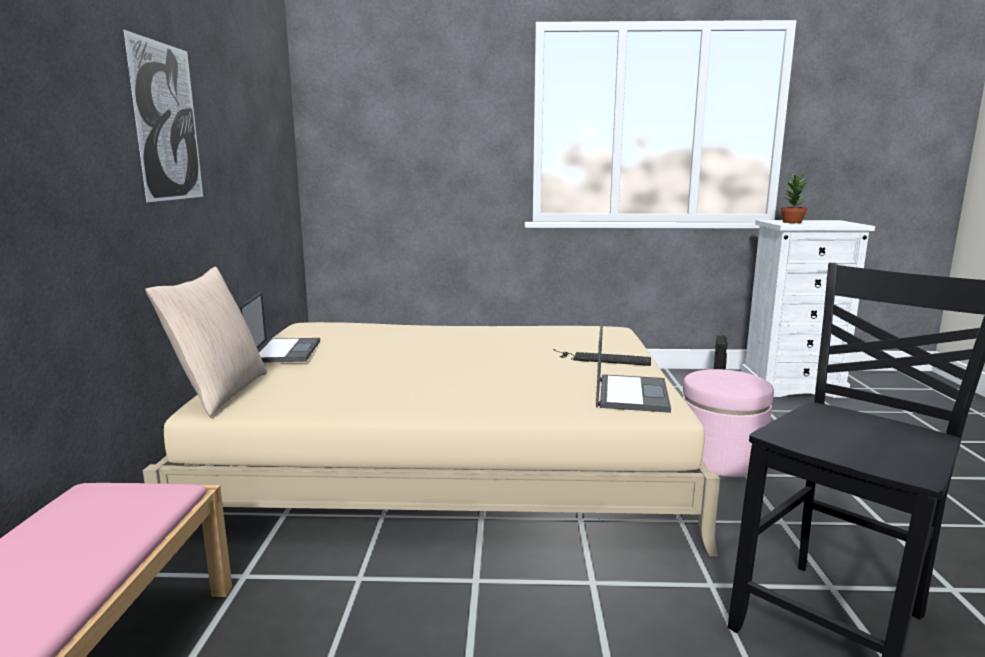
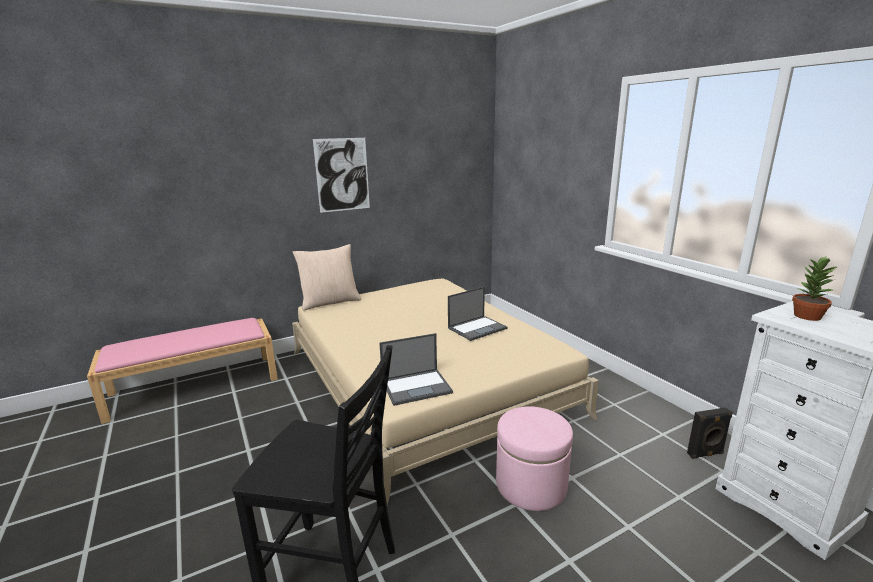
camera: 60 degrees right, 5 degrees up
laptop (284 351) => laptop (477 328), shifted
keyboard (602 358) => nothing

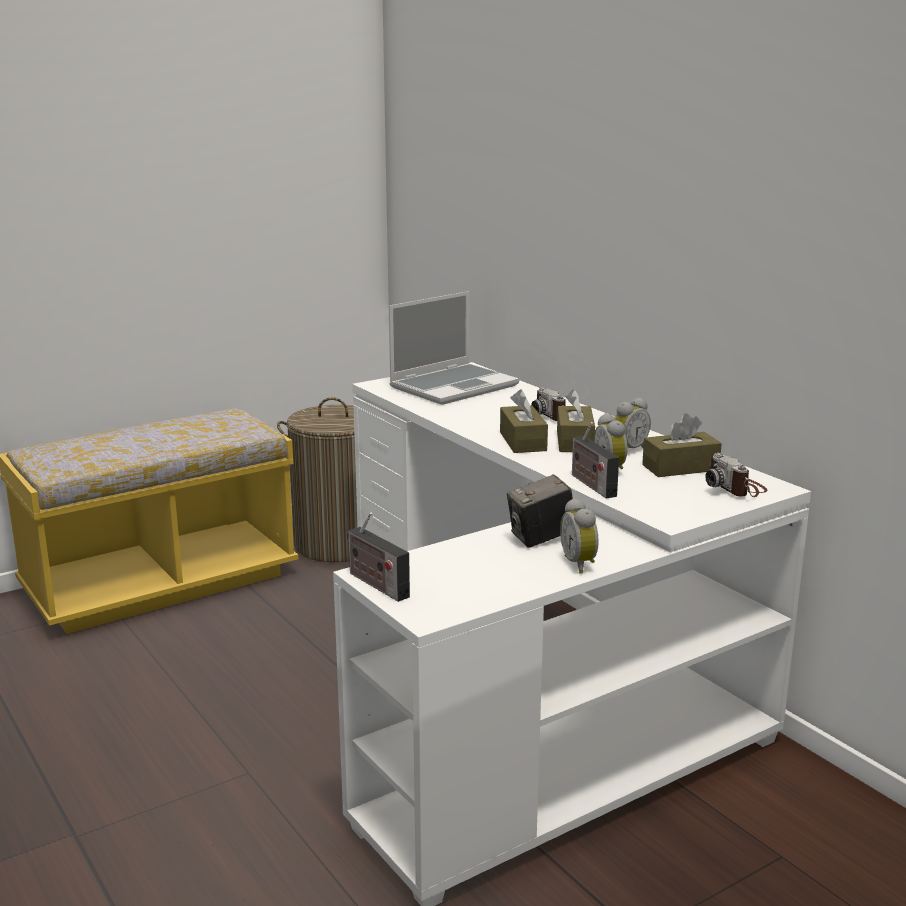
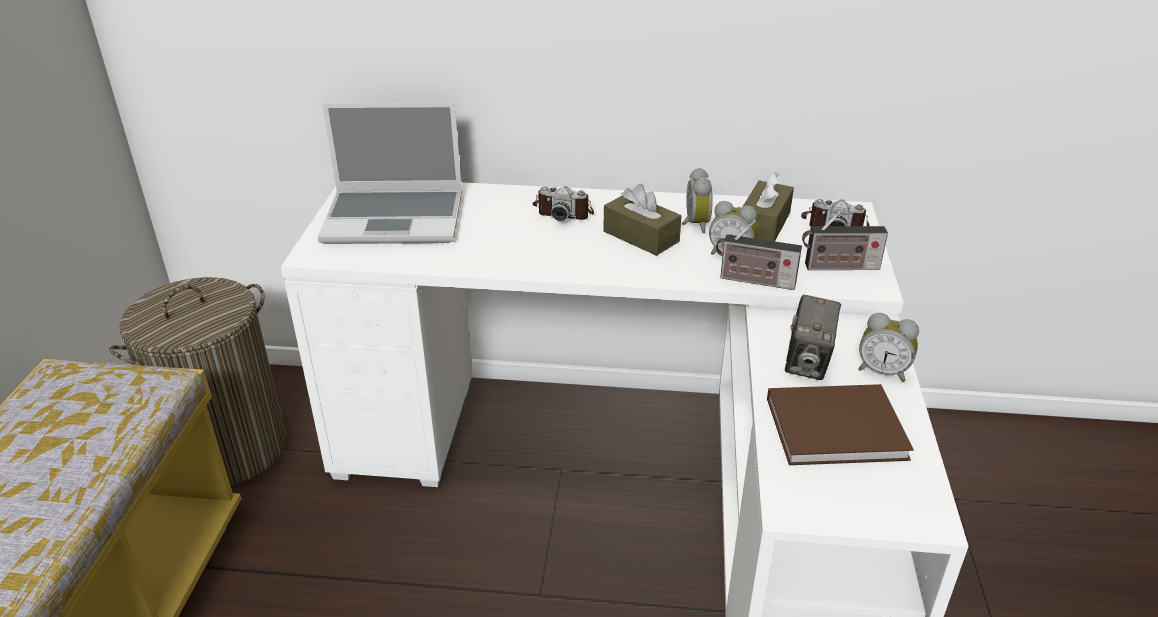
camera: 50 degrees left, 15 degrees up
laptop (454 386) => laptop (396 218), 90 degrees clockwise
nothing => book in brown (840 428)
radio (375 584) => radio (838 267), shifted
tissue box in brown (523 441) => nothing

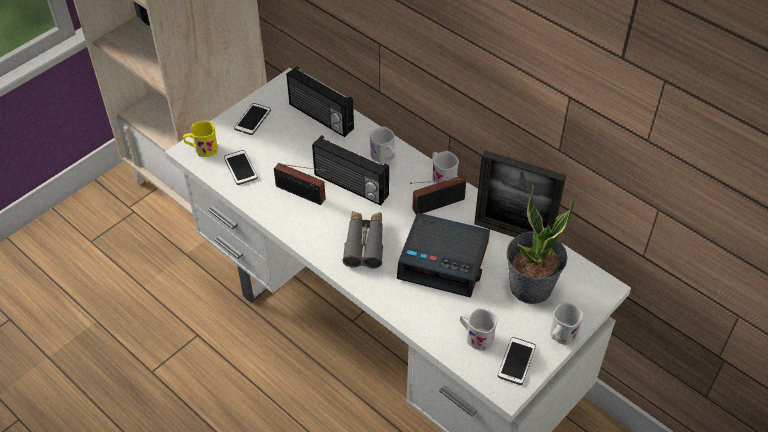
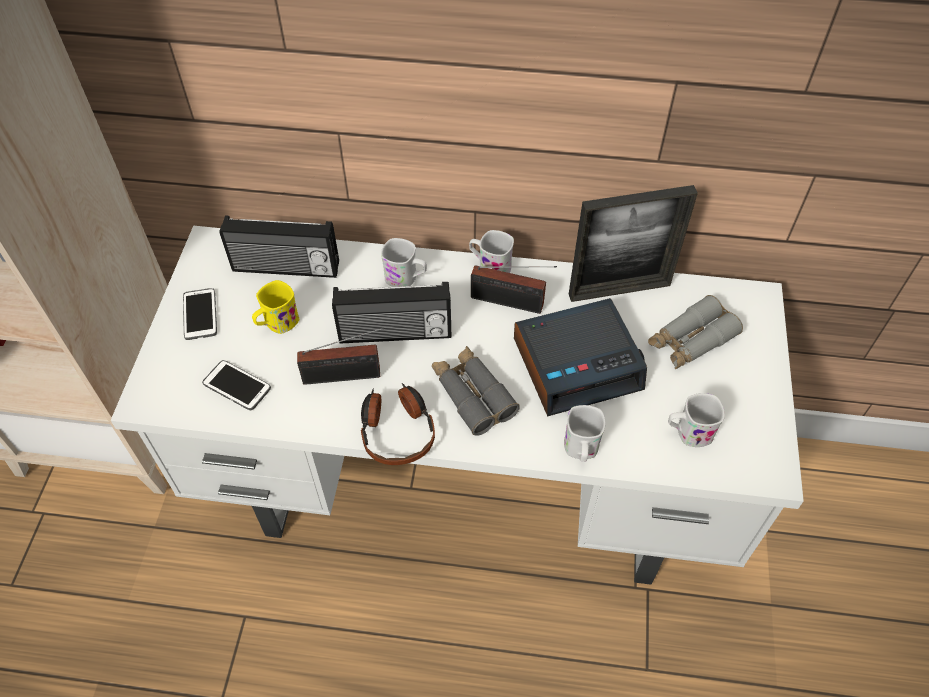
camera: 35 degrees left, 5 degrees up
mug in yellow (202 150) => mug in yellow (277 324), shifted
nothing => headphones (397 430)
radio (435 205) => radio (511 303), 105 degrees counterclockwise
mug in white (560 336) => mug in white (581 450), shifted
potted plant (530 287) => binoculars in grey (691 340)
phone (516 361) => nothing

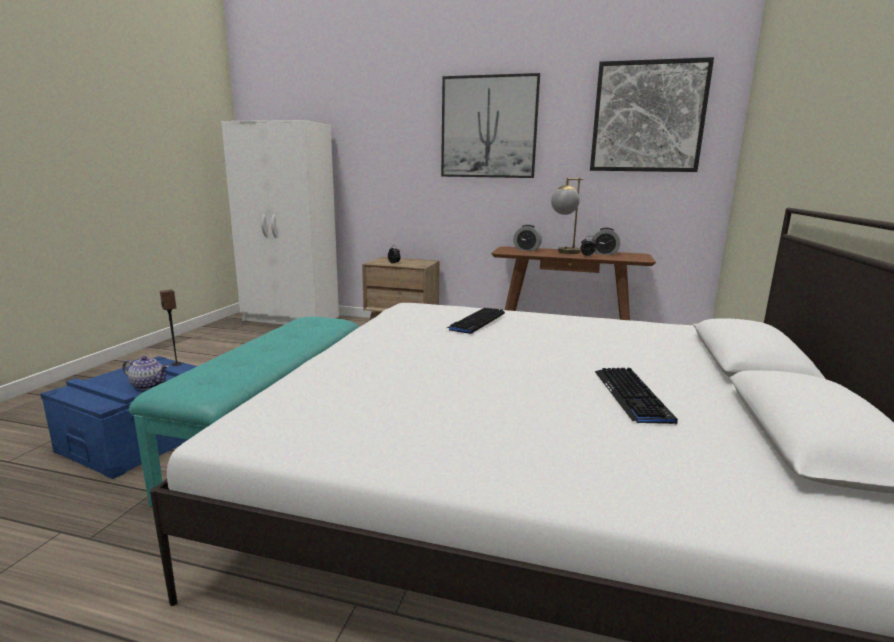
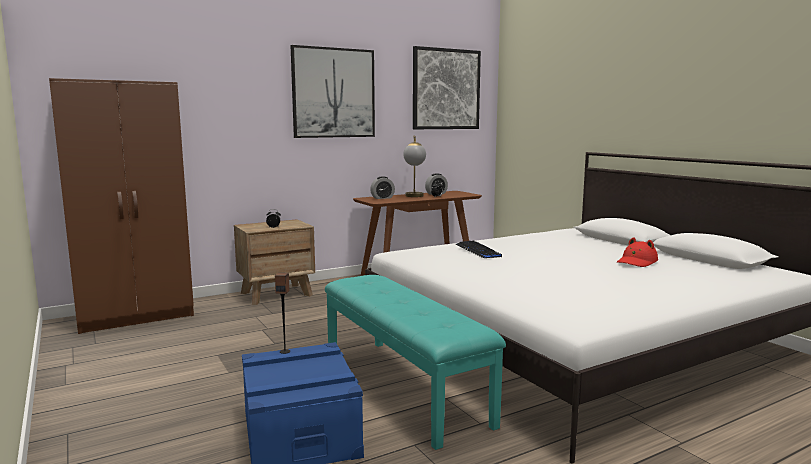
camera: 45 degrees left, 5 degrees down
wardrobe in white (291 319) => wardrobe in brown (137 316)
keyboard (632 396) => hat in red (637 262)
teapot (149 385) => nothing

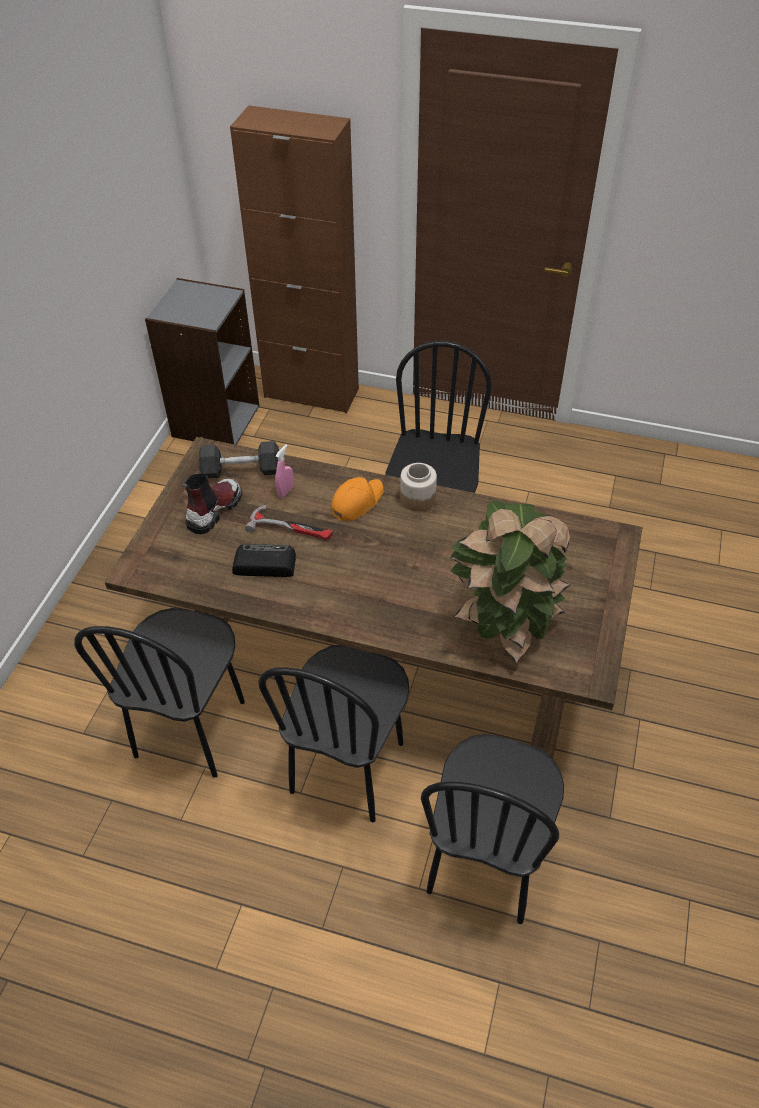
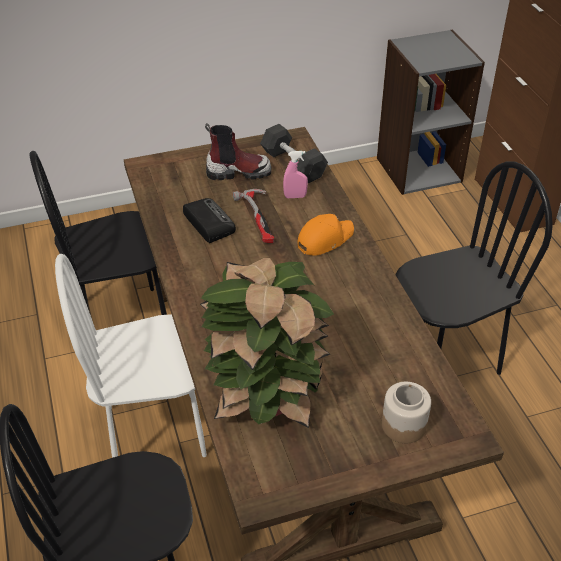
camera: 55 degrees right, 5 degrees down
chair in black (348 768) => chair in white (155 432)
cap in orange (356 502) => cap in orange (324 239), 45 degrees counterclockwise
jar (417 498) => jar (403 424), shifted

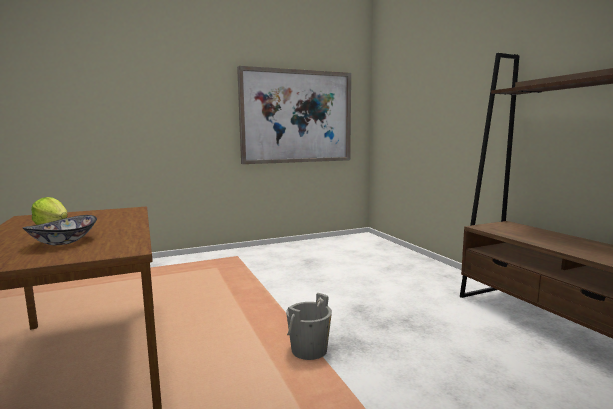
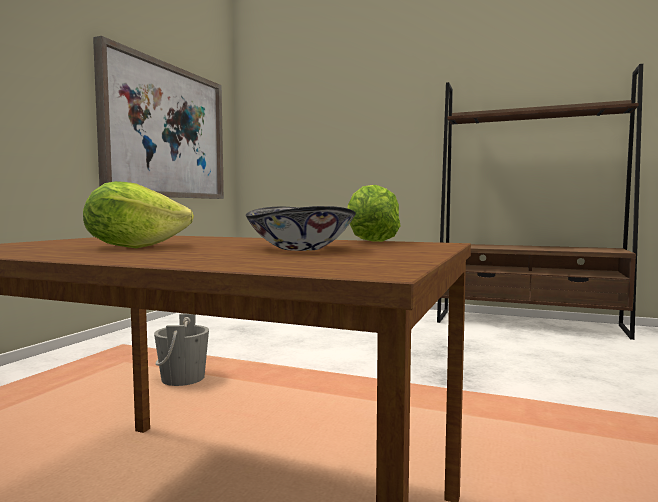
camera: 45 degrees left, 5 degrees down
bucket in grey (309 350) => bucket in grey (183 379), shifted
nothing => lettuce (370 242)

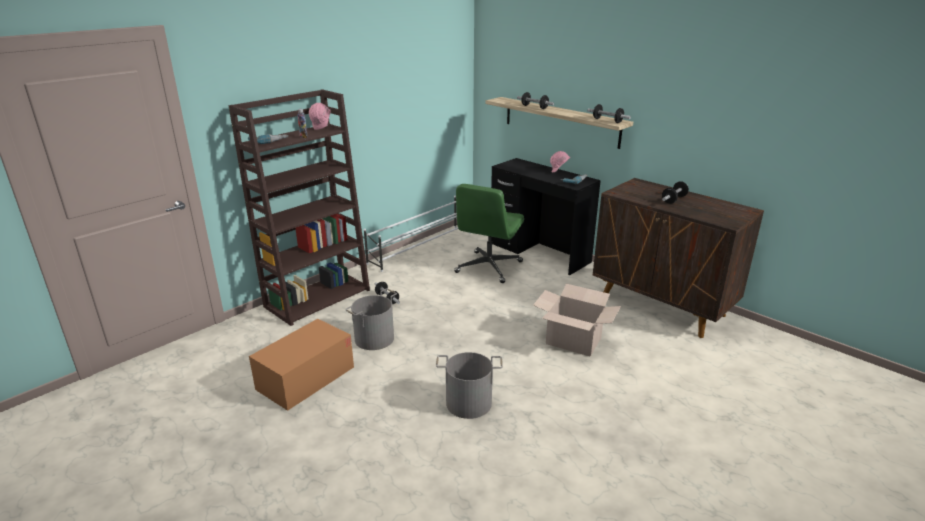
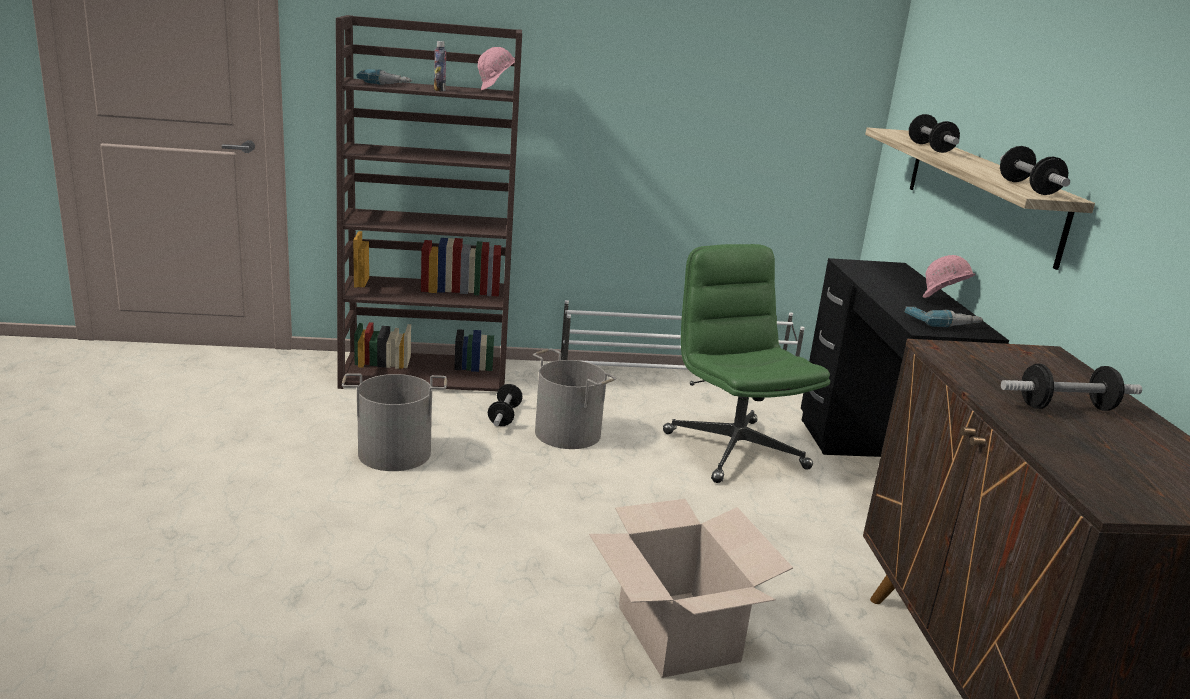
camera: 40 degrees right, 5 degrees down
bucket in grey (468 403) => bucket in grey (567 433), shifted
office chair in green (488 267) => office chair in green (733 449), 90 degrees clockwise
cardboard box (306 378) => nothing

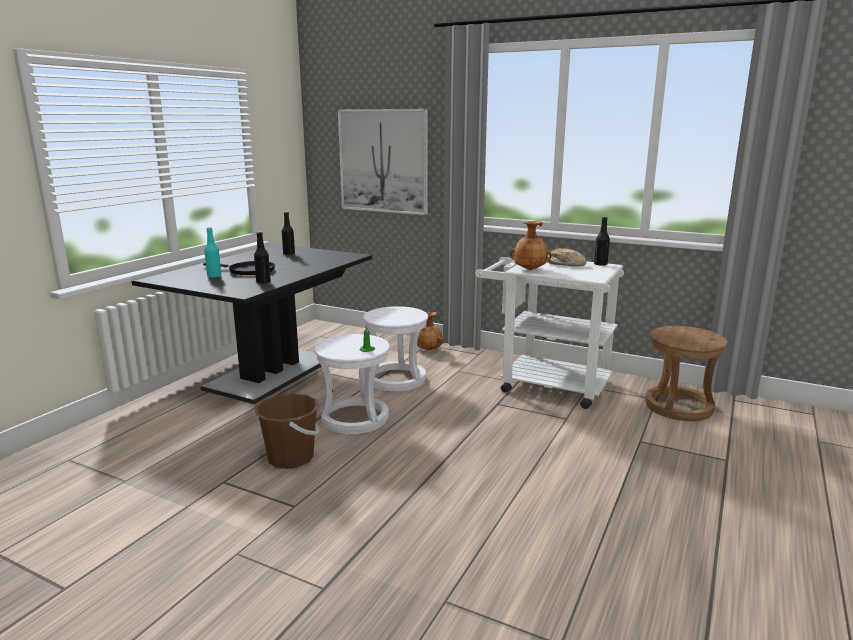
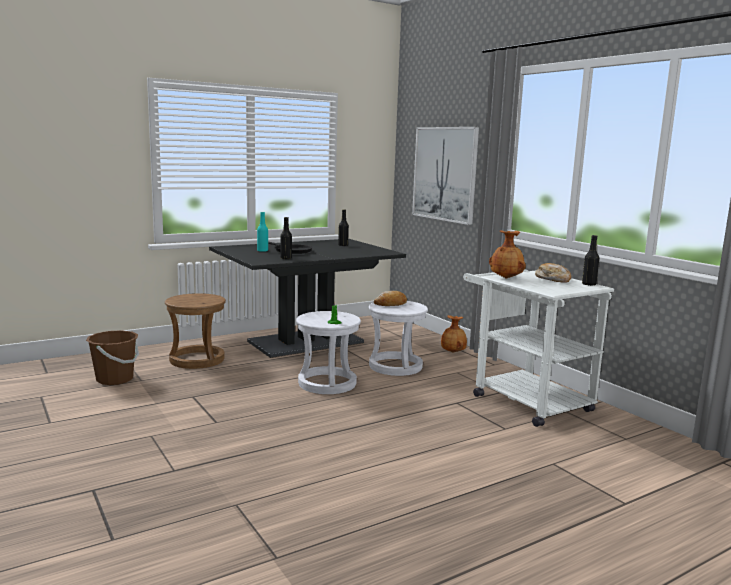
camera: 30 degrees right, 5 degrees down
bucket in brown (291 458) => bucket in brown (115 379), shifted
stool in brown (678 406) => stool in brown (196 359), shifted
nothing => bread (391 304)

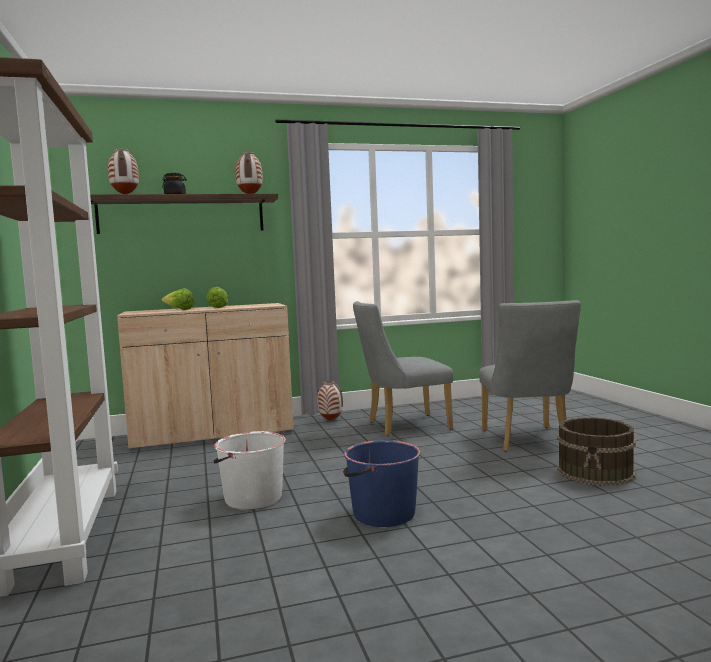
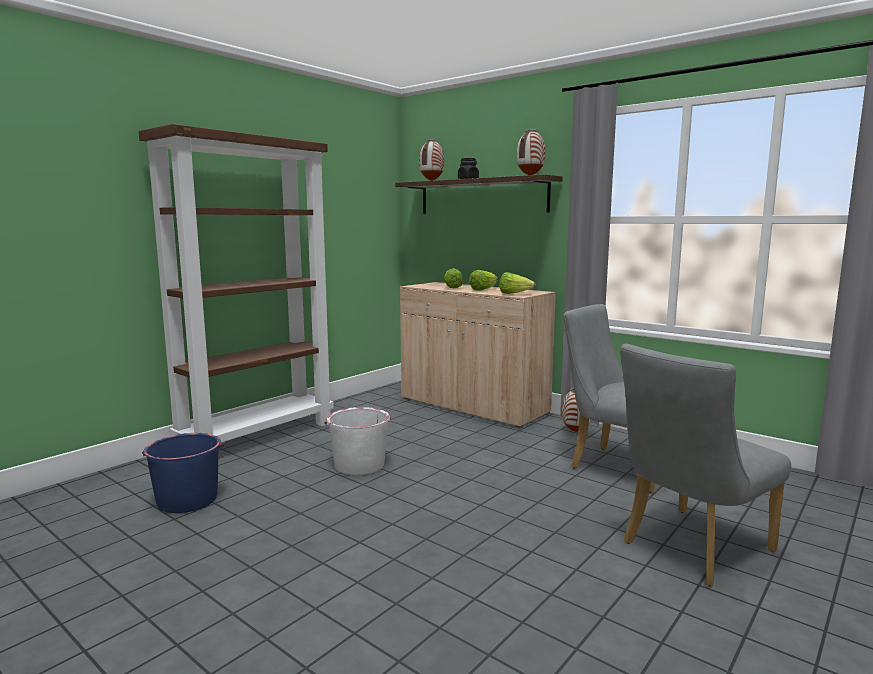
camera: 55 degrees right, 5 degrees up
bucket in blue (383 514) => bucket in blue (187 500), shifted
nothing => lettuce (514 294)
bucket in brown (596 472) => nothing

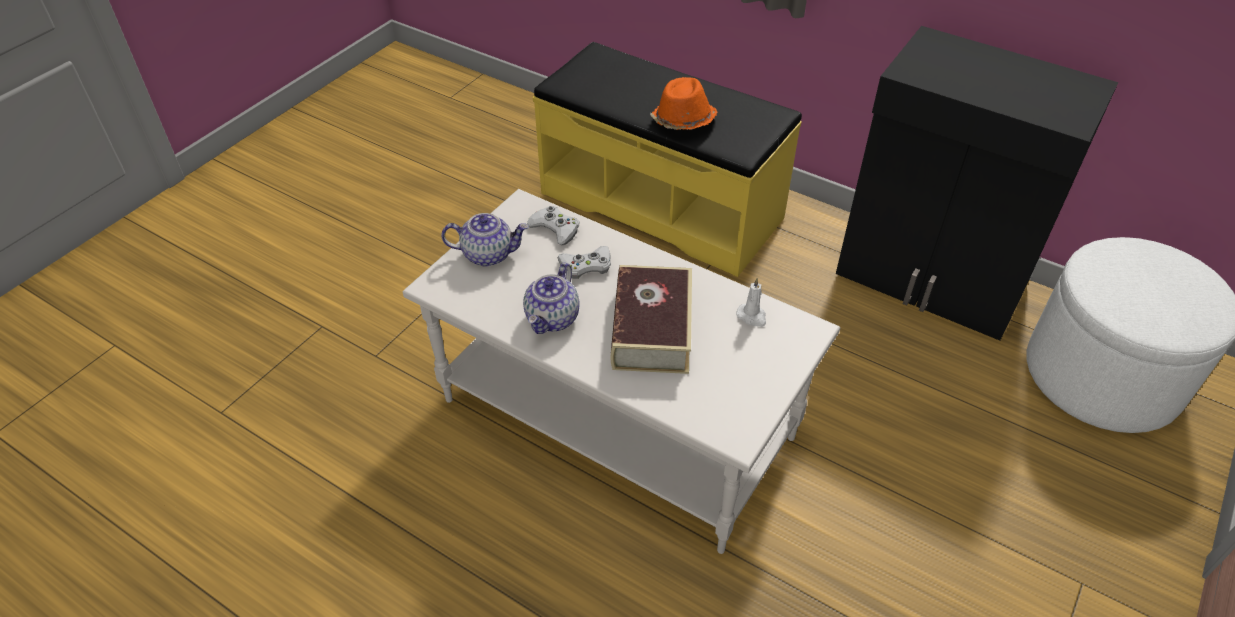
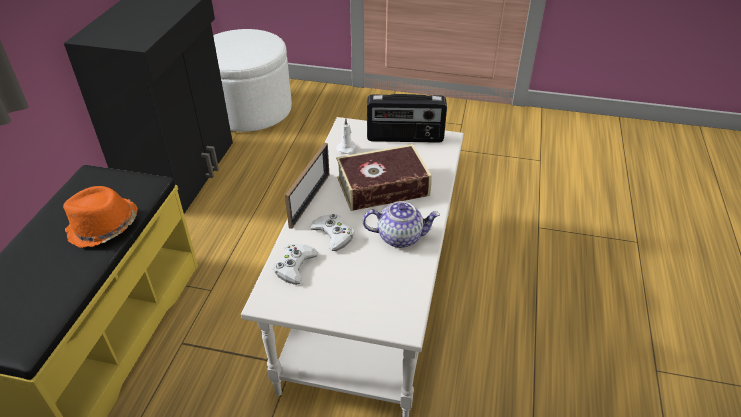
camera: 110 degrees left, 5 degrees down
nothing => picture frame (310 200)
nothing => radio (405 138)
teapot (488 254) => nothing

